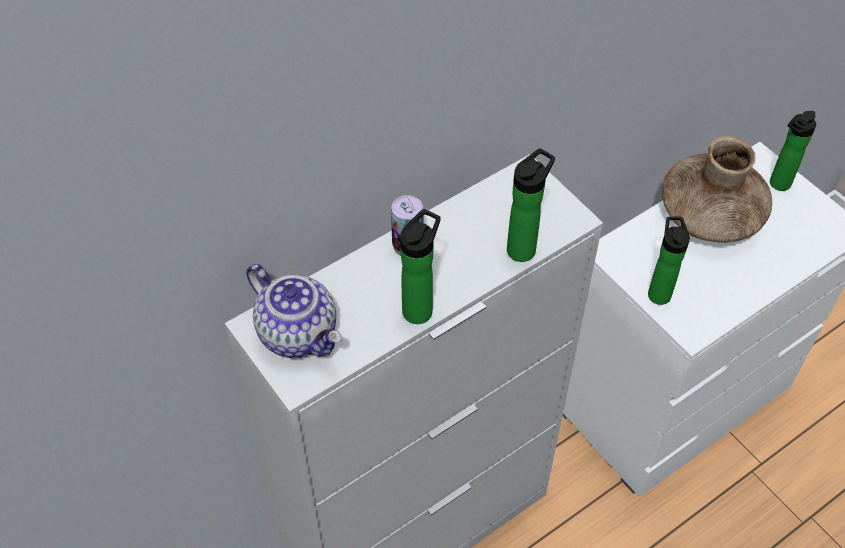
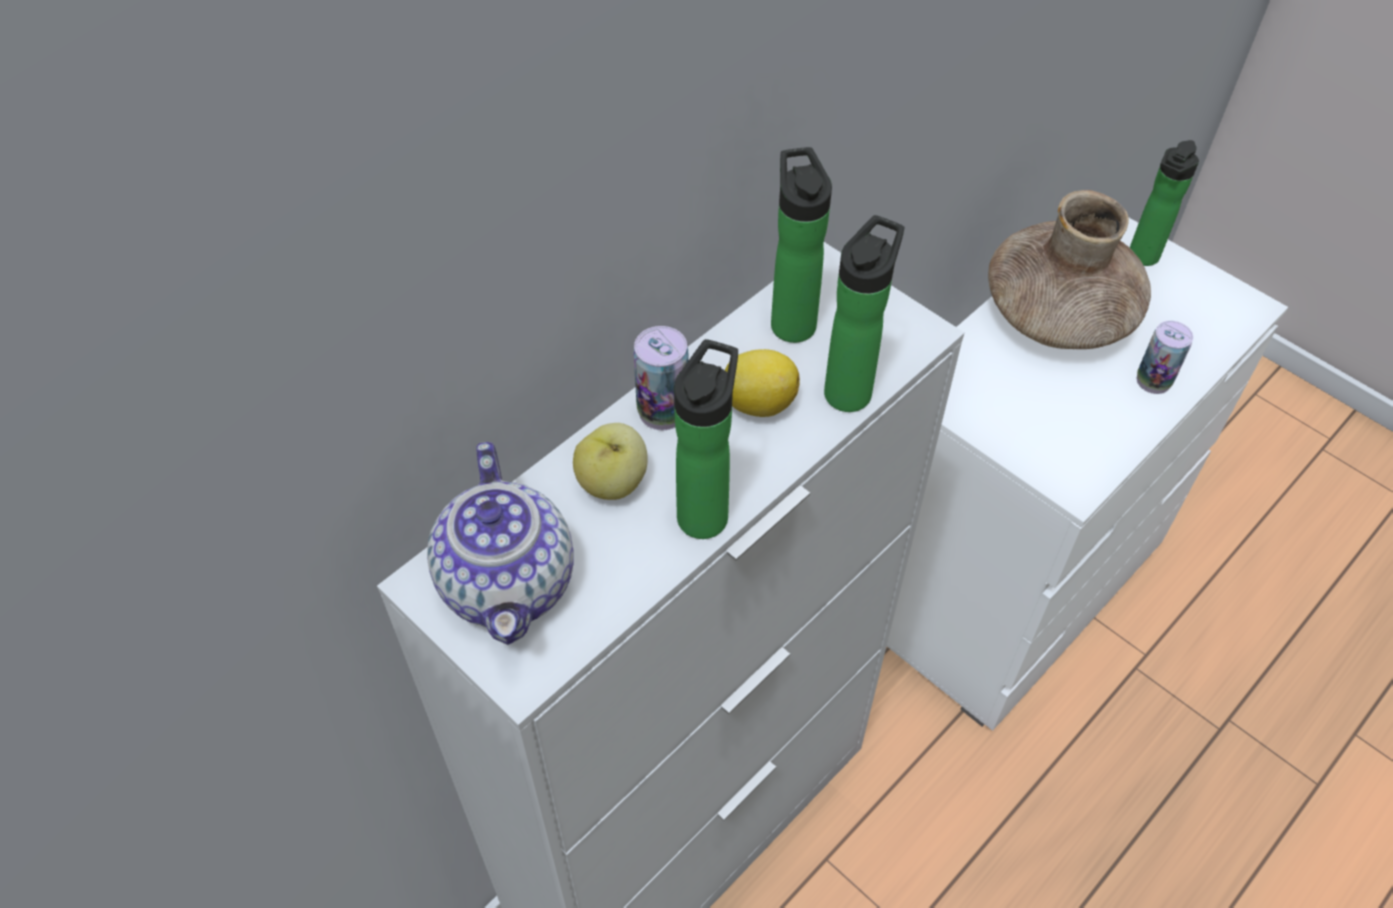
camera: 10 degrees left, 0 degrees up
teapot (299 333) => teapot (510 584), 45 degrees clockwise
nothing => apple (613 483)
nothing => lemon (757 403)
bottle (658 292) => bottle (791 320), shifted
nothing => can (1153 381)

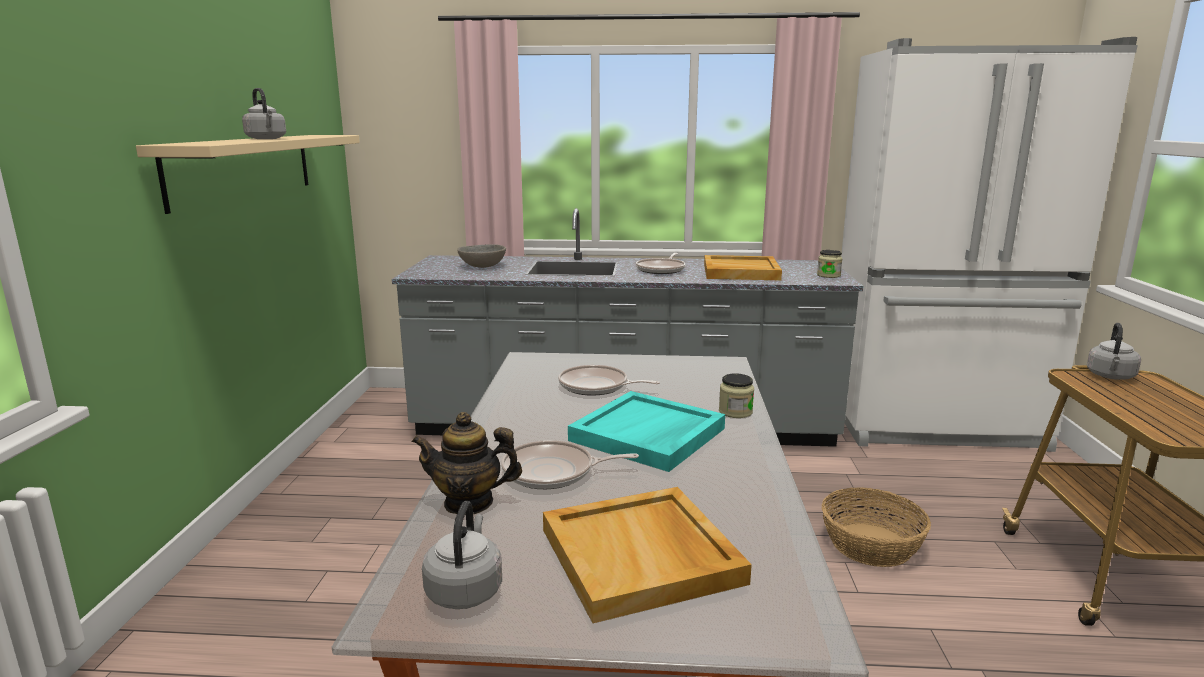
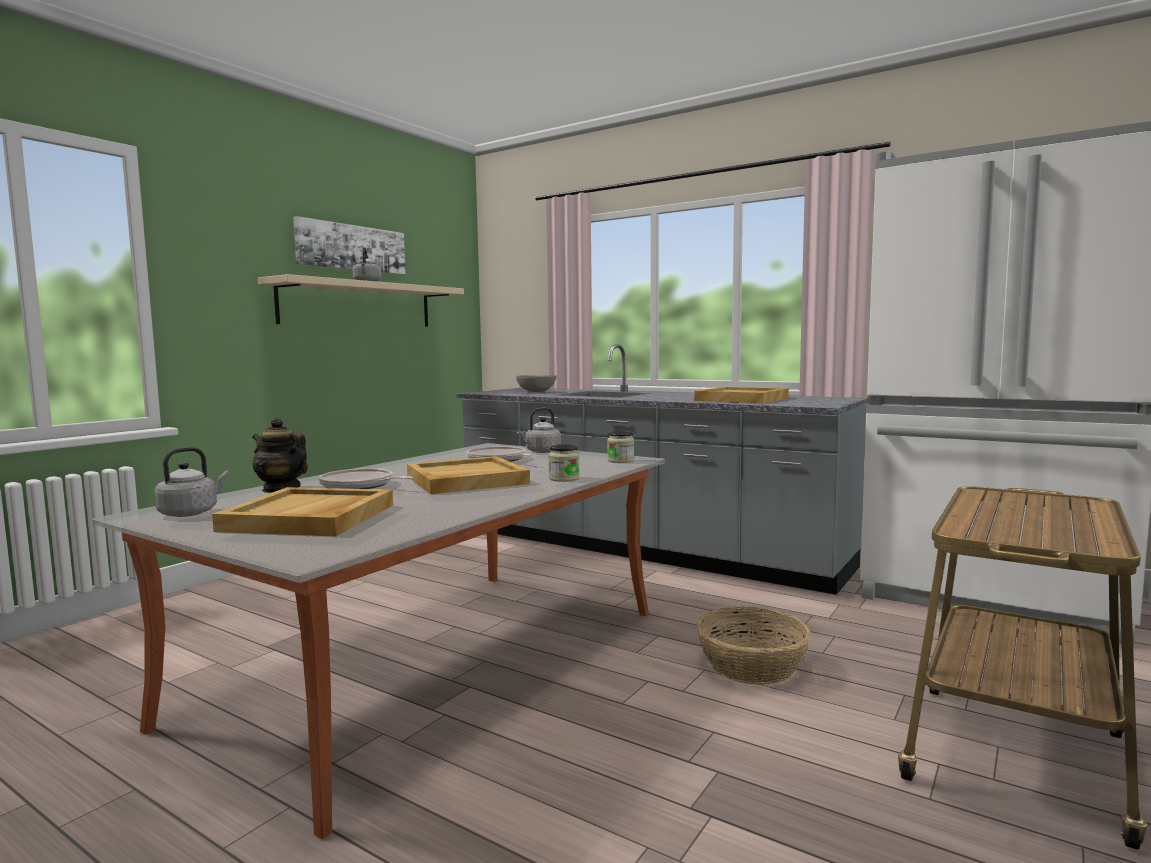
camera: 30 degrees right, 10 degrees down
nothing => picture (351 248)
tray in turquoise (648 435) => tray in beige (466 480)
kettle in grey (1110 376) => kettle in grey (541 451), shifted
jar (828 275) => jar (621 460), shifted
frying pan (661 270) => nothing

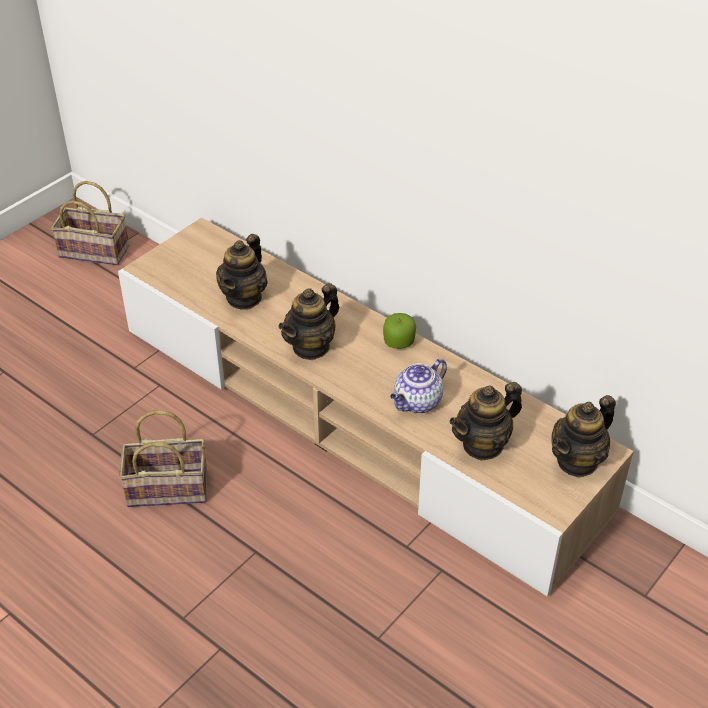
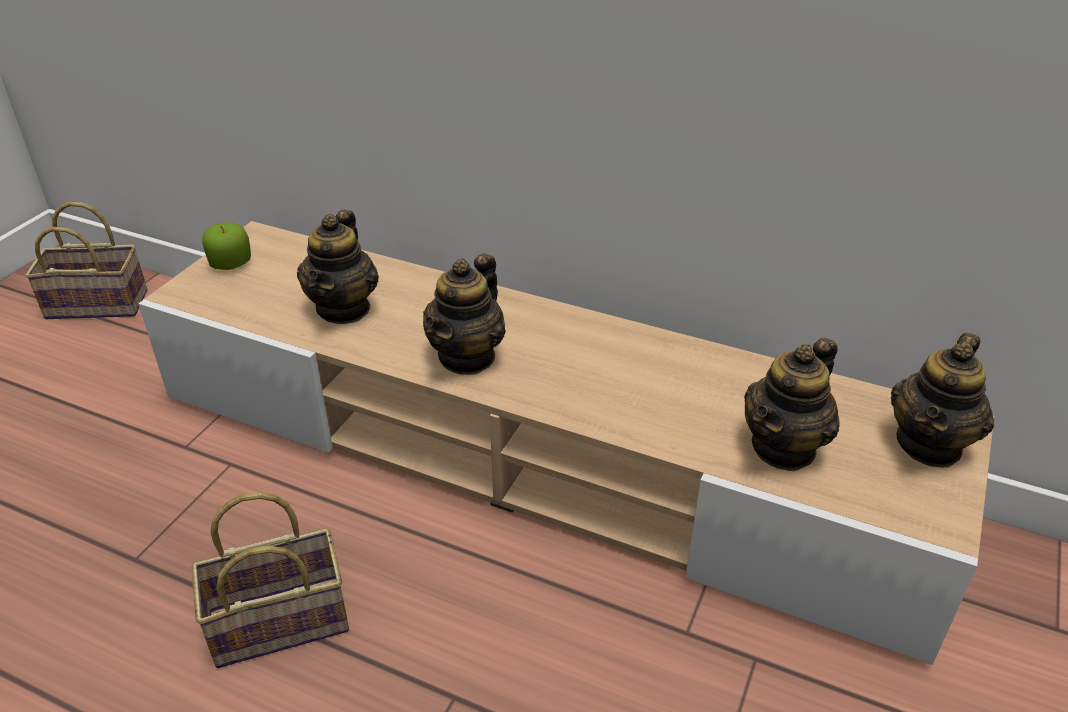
camera: 15 degrees left, 5 degrees down
apple (399 342) => apple (230 263), shifted
teapot (417 403) => nothing

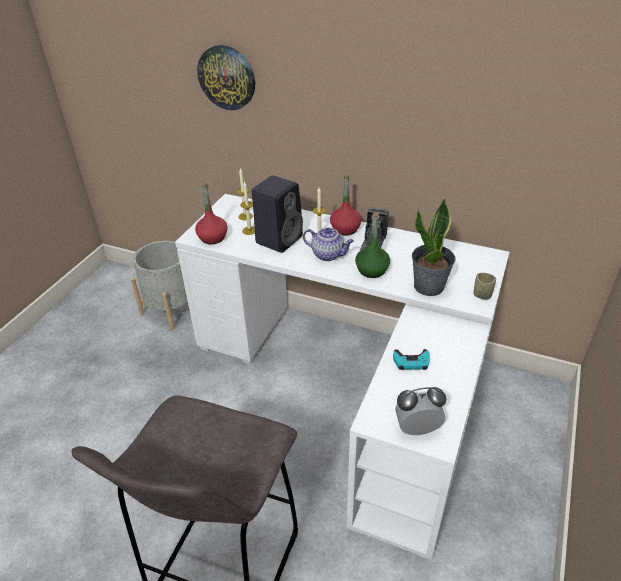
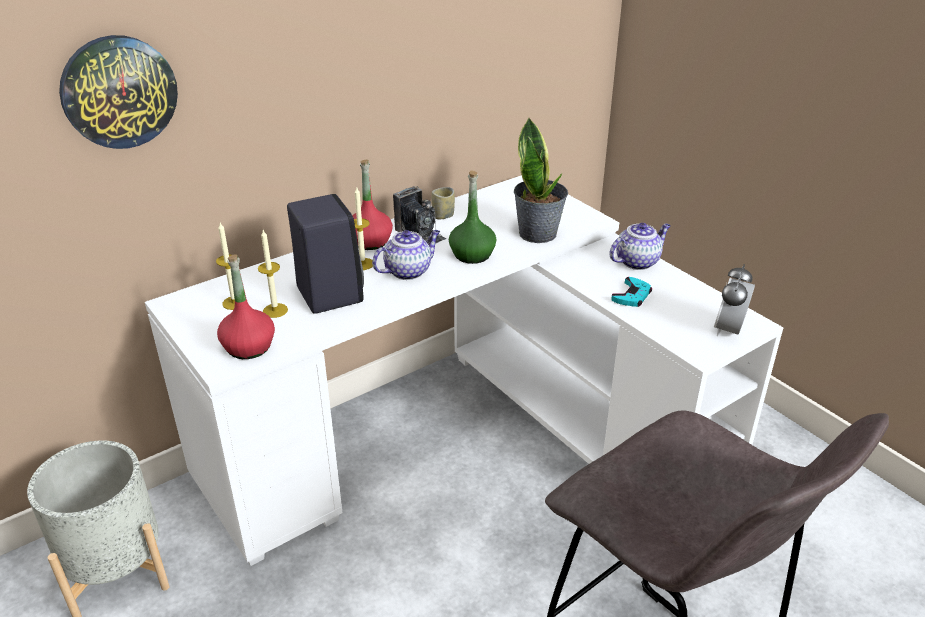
camera: 60 degrees left, 5 degrees down
cup (482 295) => cup (443 215), shifted
nothing => teapot (637 261)

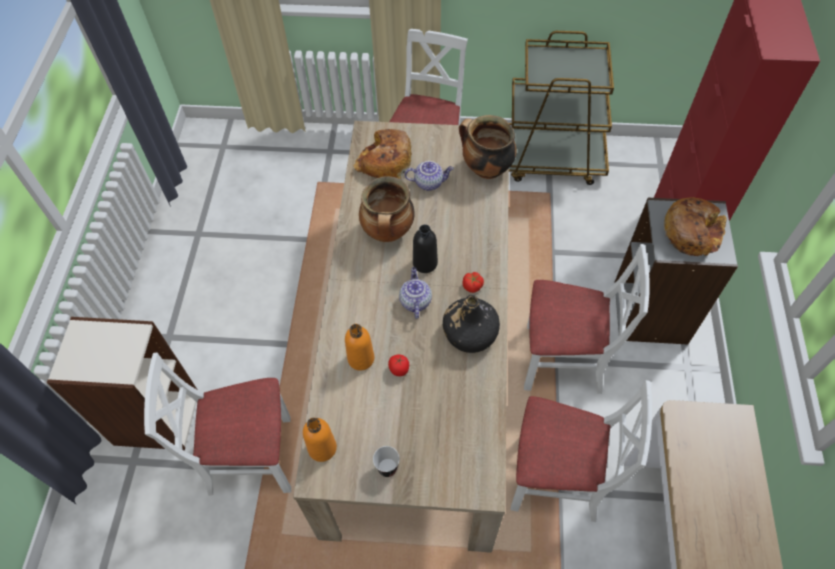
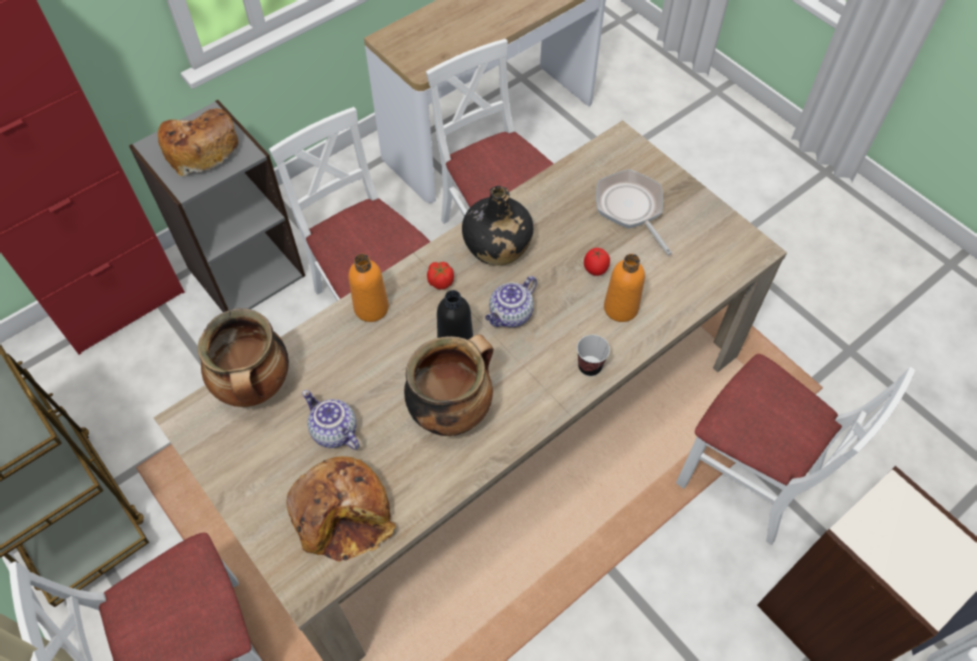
camera: 135 degrees left, 0 degrees up
bottle in orange (322 448) => bottle in orange (371 308), shifted
cup (387 468) => cup (589 366), shifted
nothing => frying pan (631 209)

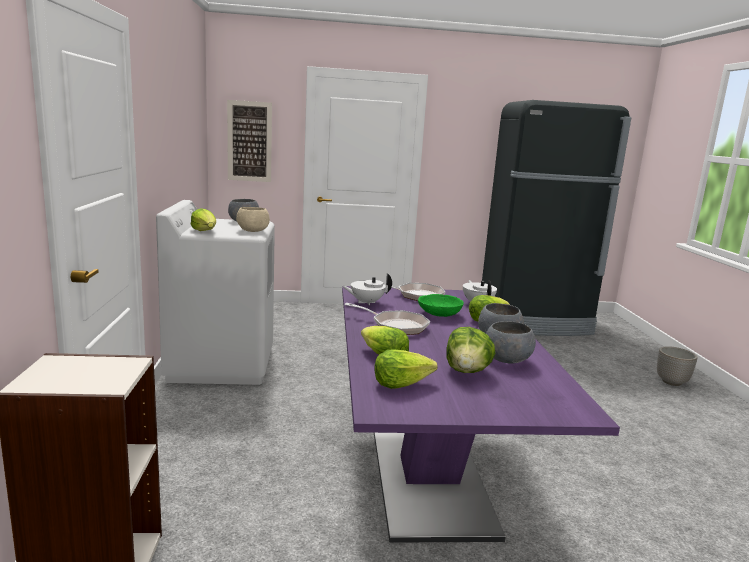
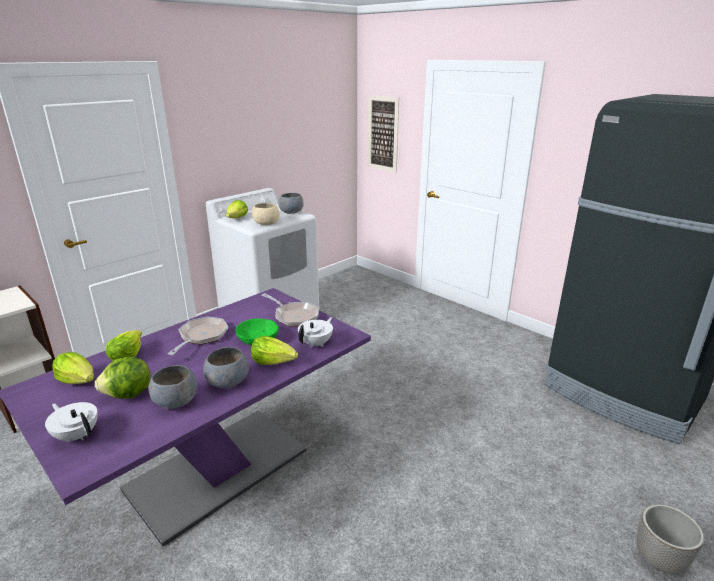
camera: 50 degrees right, 10 degrees up
teapot in white (366 302) => teapot in white (77 435), shifted
frying pan (395 326) => frying pan (201 337), 150 degrees counterclockwise

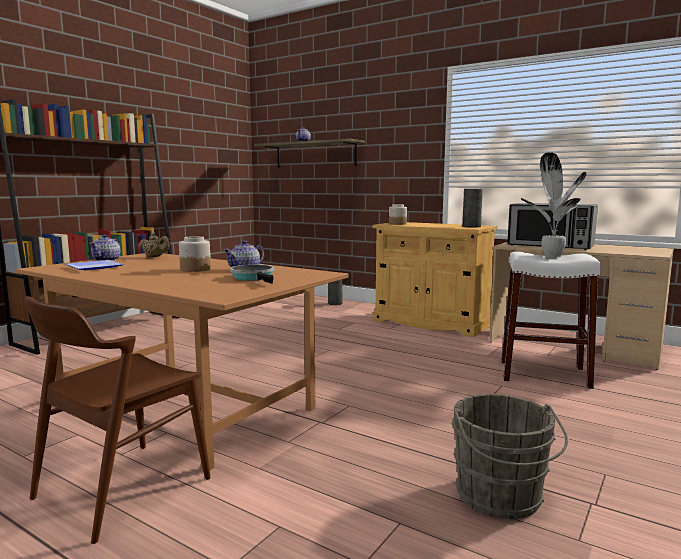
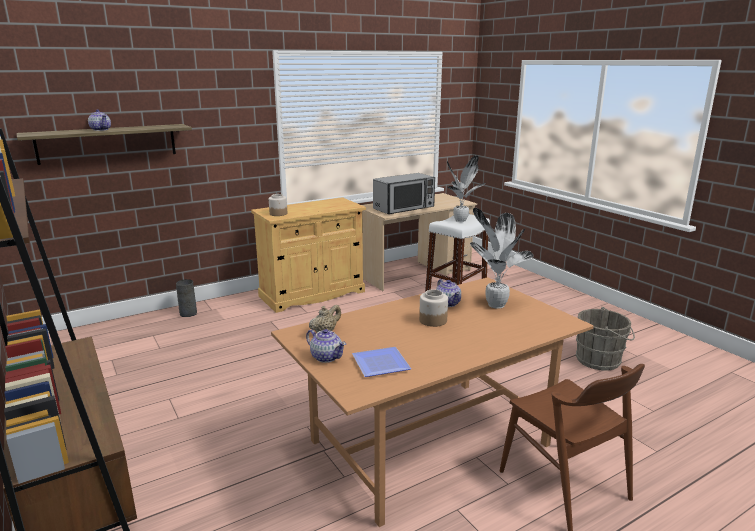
camera: 65 degrees left, 10 degrees up
frying pan (254 278) => potted plant (494 305)
vase in grey (470 226) => nothing

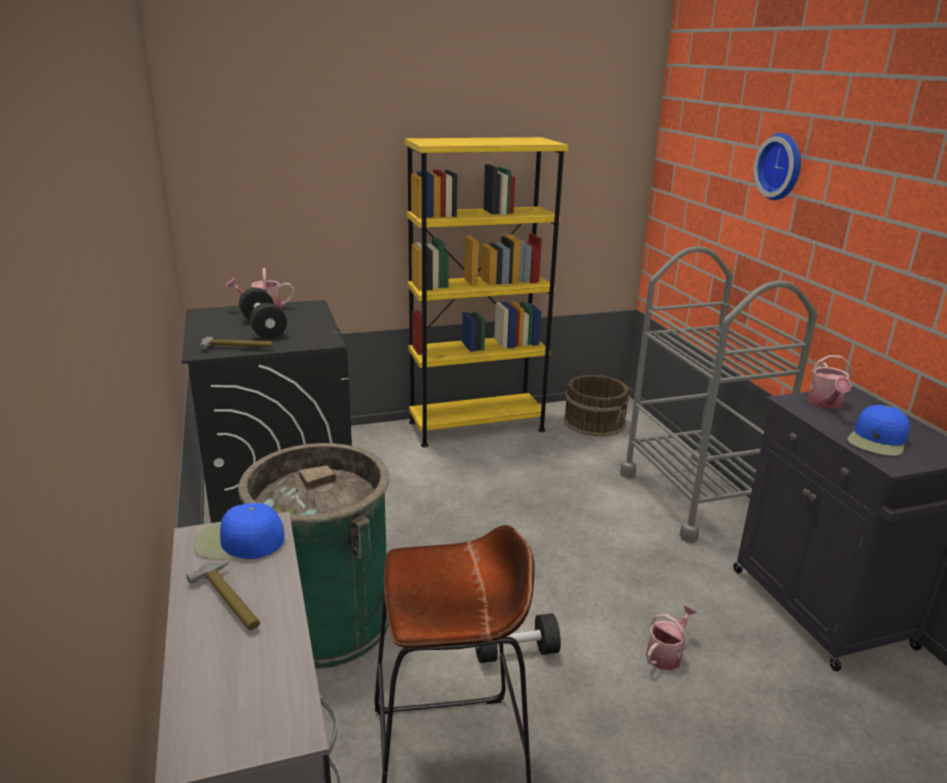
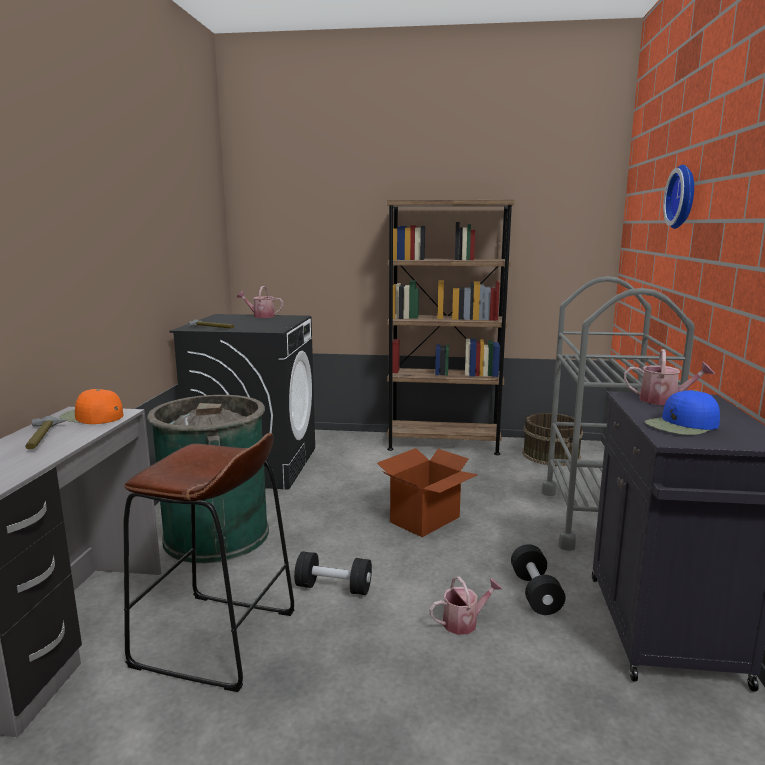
camera: 25 degrees right, 10 degrees down
cap in blue (238 542) => cap in orange (92 416)
nothing => cardboard box (426 520)
bookcase in yellow (476 426) => bookcase in brown (443 444)
dumbbell in black (263 328) => dumbbell in black (535 593), shifted
watering can (825 404) => watering can (664 400), 105 degrees counterclockwise

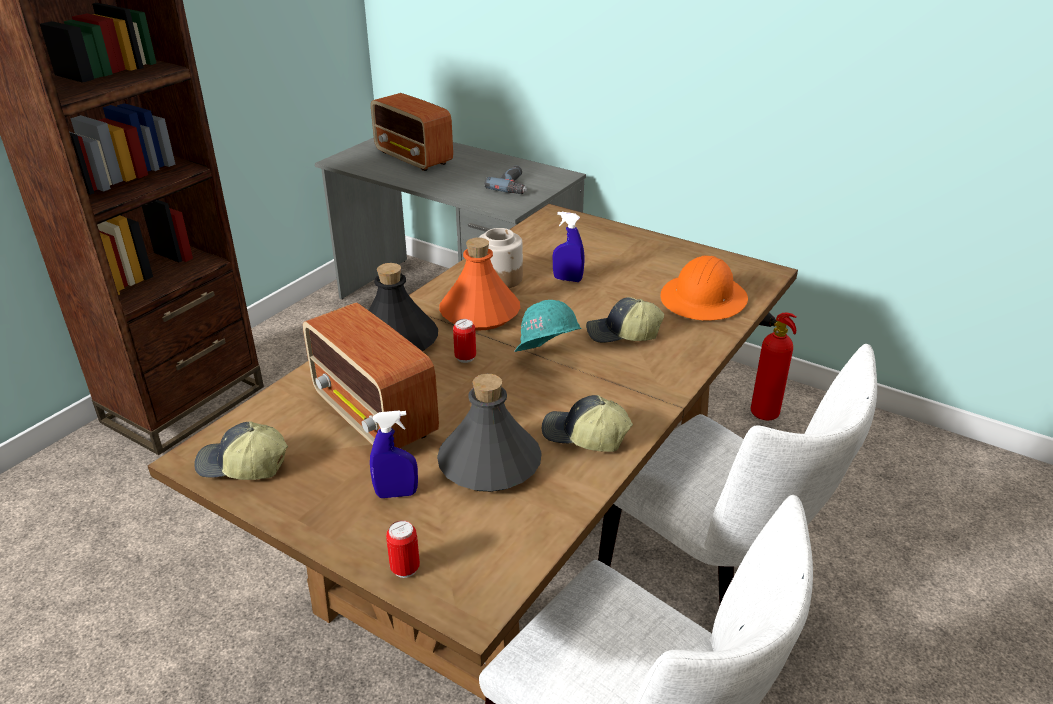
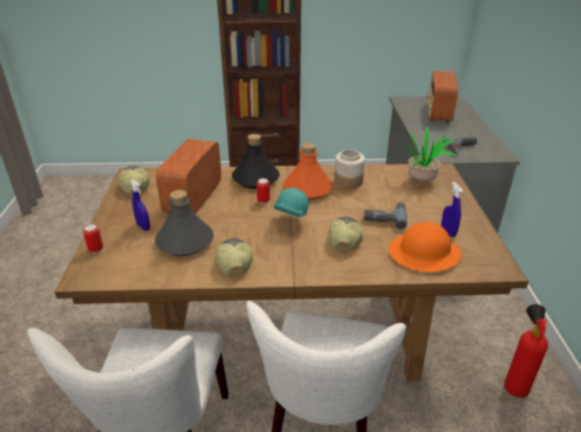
camera: 55 degrees right, 0 degrees up
cap (622 334) => cap (344 238), 45 degrees clockwise
nothing => power drill (384 217)
nothing => potted plant (420 179)
spray bottle in blue (567 279) => spray bottle in blue (448 232), shifted

